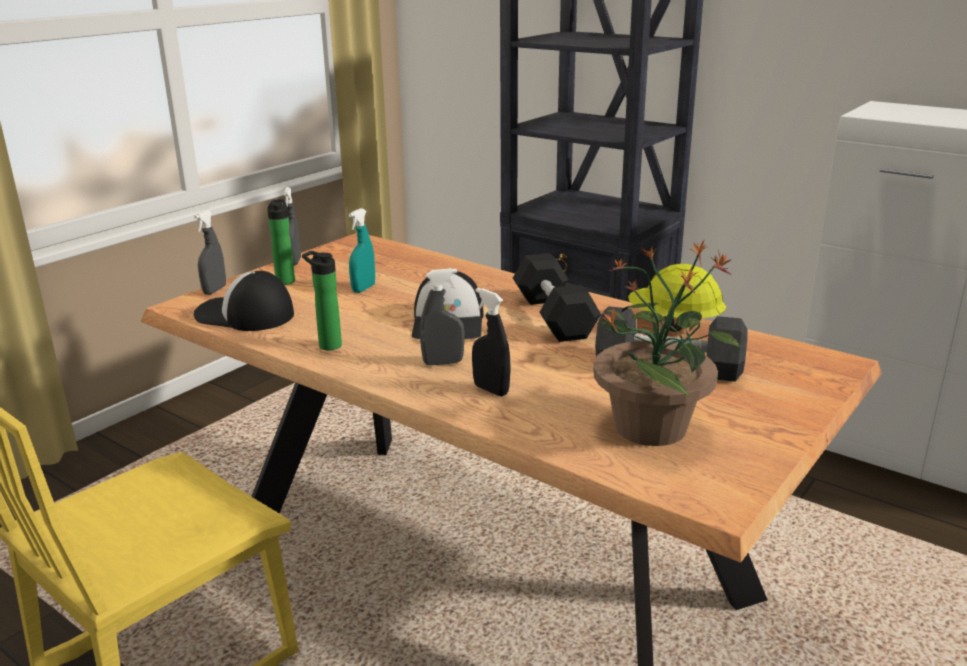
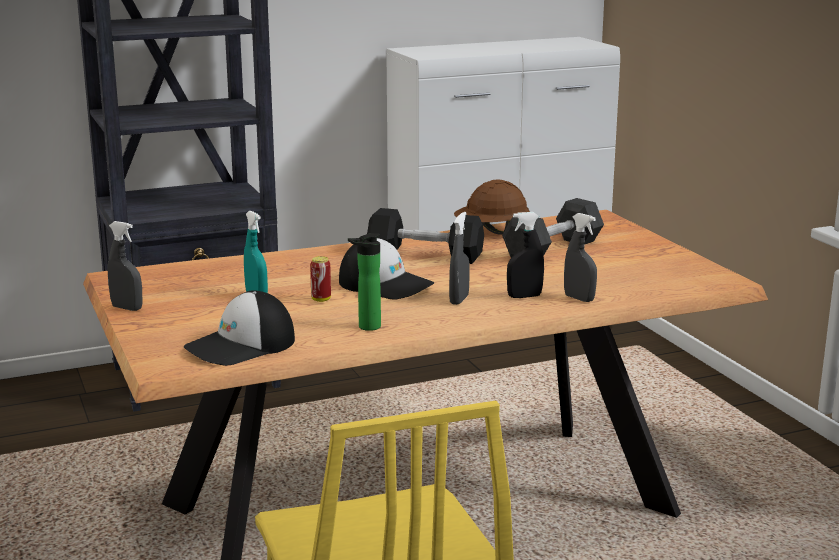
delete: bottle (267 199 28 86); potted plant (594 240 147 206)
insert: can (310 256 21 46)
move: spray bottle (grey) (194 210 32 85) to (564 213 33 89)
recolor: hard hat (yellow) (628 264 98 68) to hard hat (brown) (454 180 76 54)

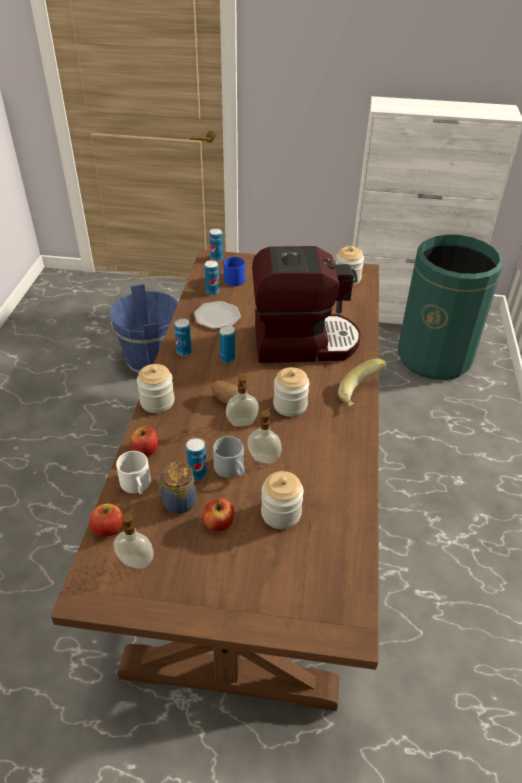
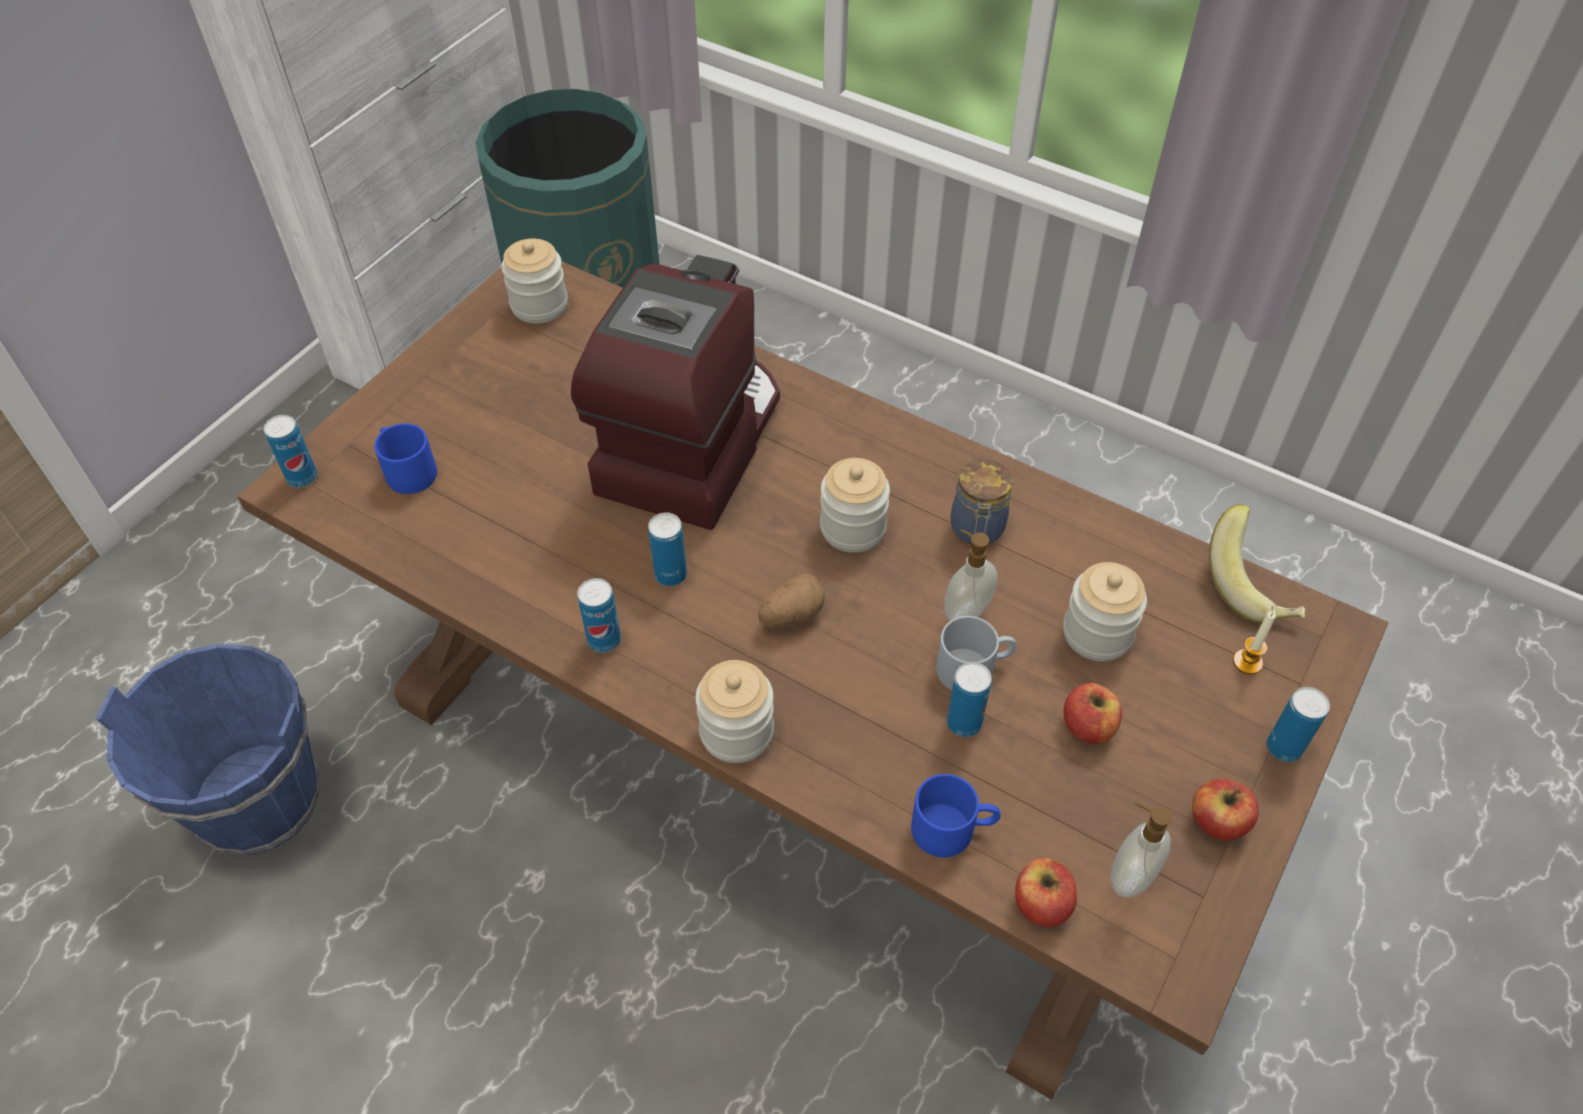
delete: plate (194 301 47 28); soap dispenser (226 375 33 52)
insert: candle (1233 611 43 63)
move: apple (130 426 29 30) to (1192 779 67 62); jar (156 461 40 53) to (950 459 63 85); can (205 260 14 35) to (1267 687 63 75); banana (338 358 48 49) to (1209 504 96 119)
recolor: mug (white) (116 451 35 43) to mug (blue) (911 774 90 84)

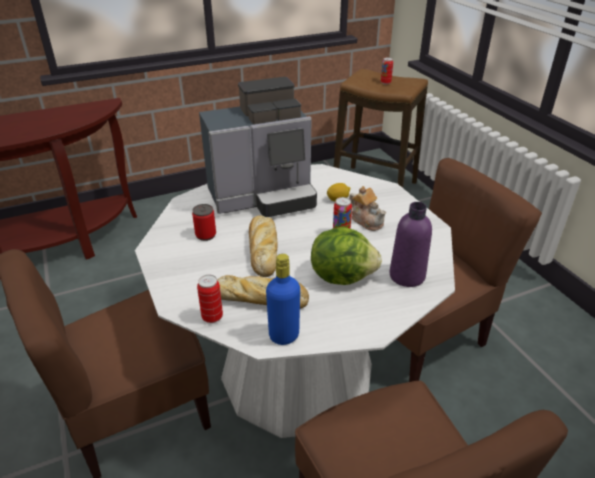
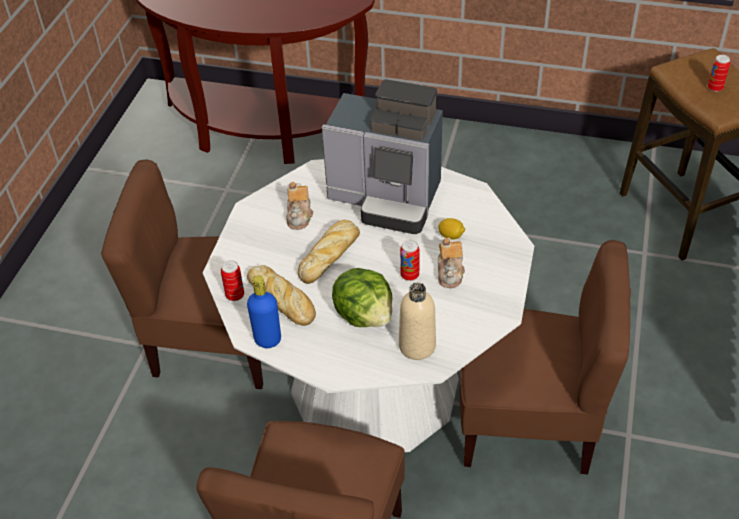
replace: can (192 204 24 37) to teapot (286 182 27 48)
recolor: bottle (purple) (389 202 43 85) to bottle (beige) (399 283 37 77)

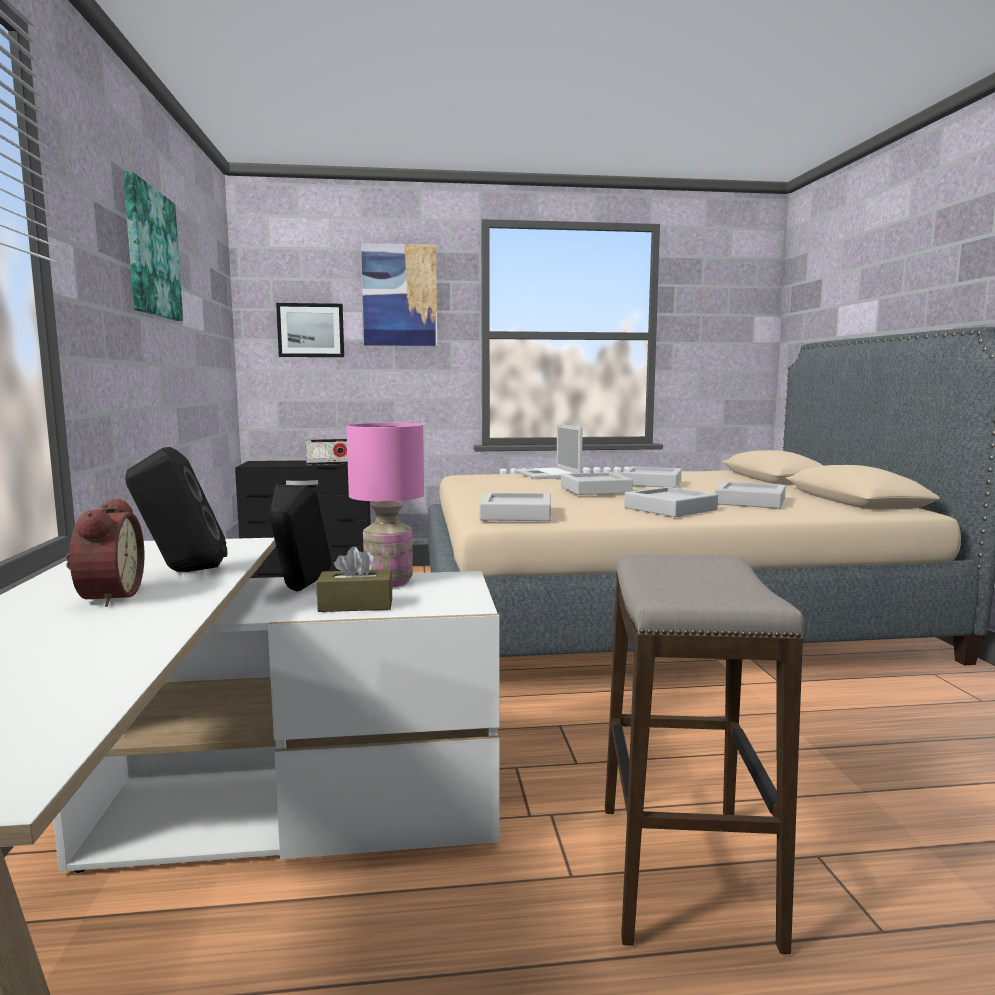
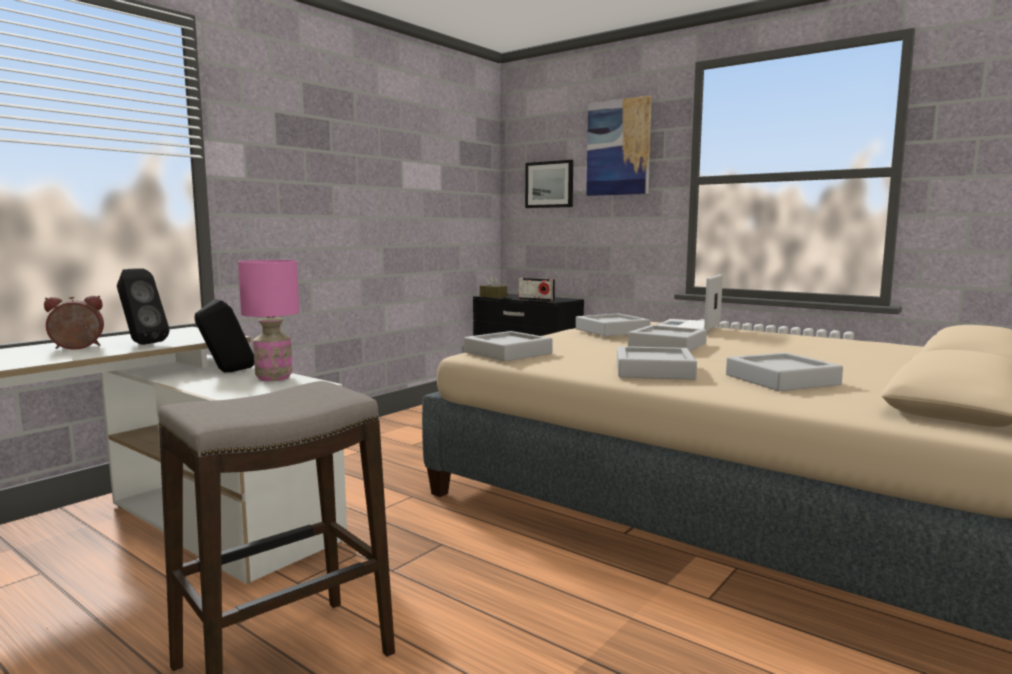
delete: picture (123 171 60 150)
move: tissue box (brown) (316 547 77 65) to (480 275 27 23); tray (grey) (622 466 60 22) to (576 313 75 23)
rotate: alarm clock (66 498 79 109) = (44 296 60 54) 150 degrees counterclockwise

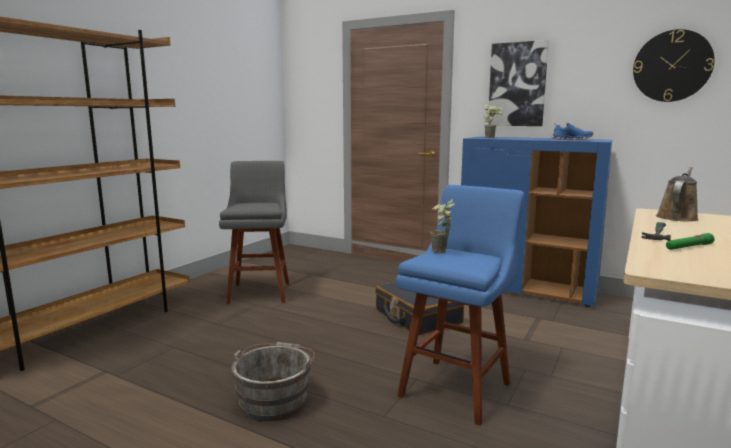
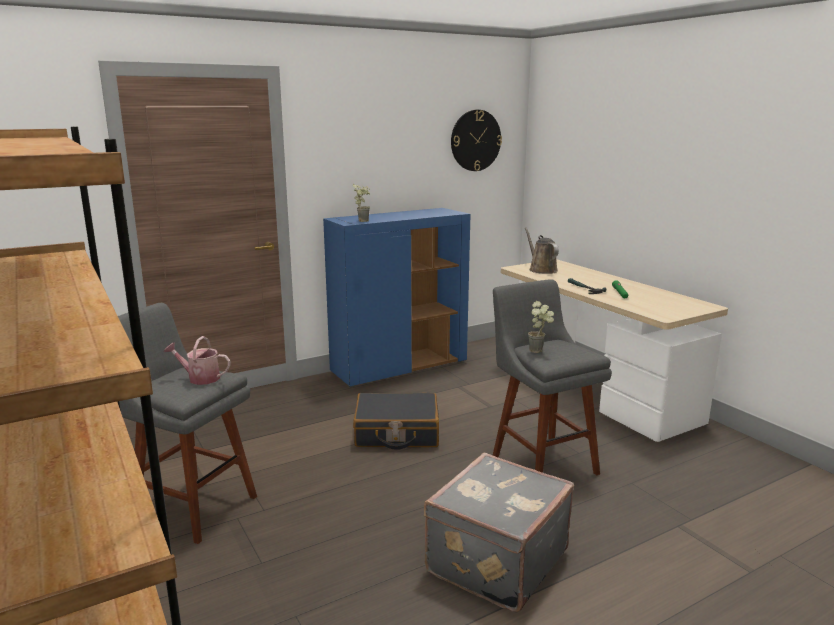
delete: picture (488 40 61 86); shoe (blue) (552 122 41 18)
insert: watering can (164 336 67 49)
replace: bucket (grey) (231 342 84 79) to suitcase (grey) (424 453 150 160)
recolor: stool (blue) (396 185 128 241) to stool (grey) (493 279 119 196)

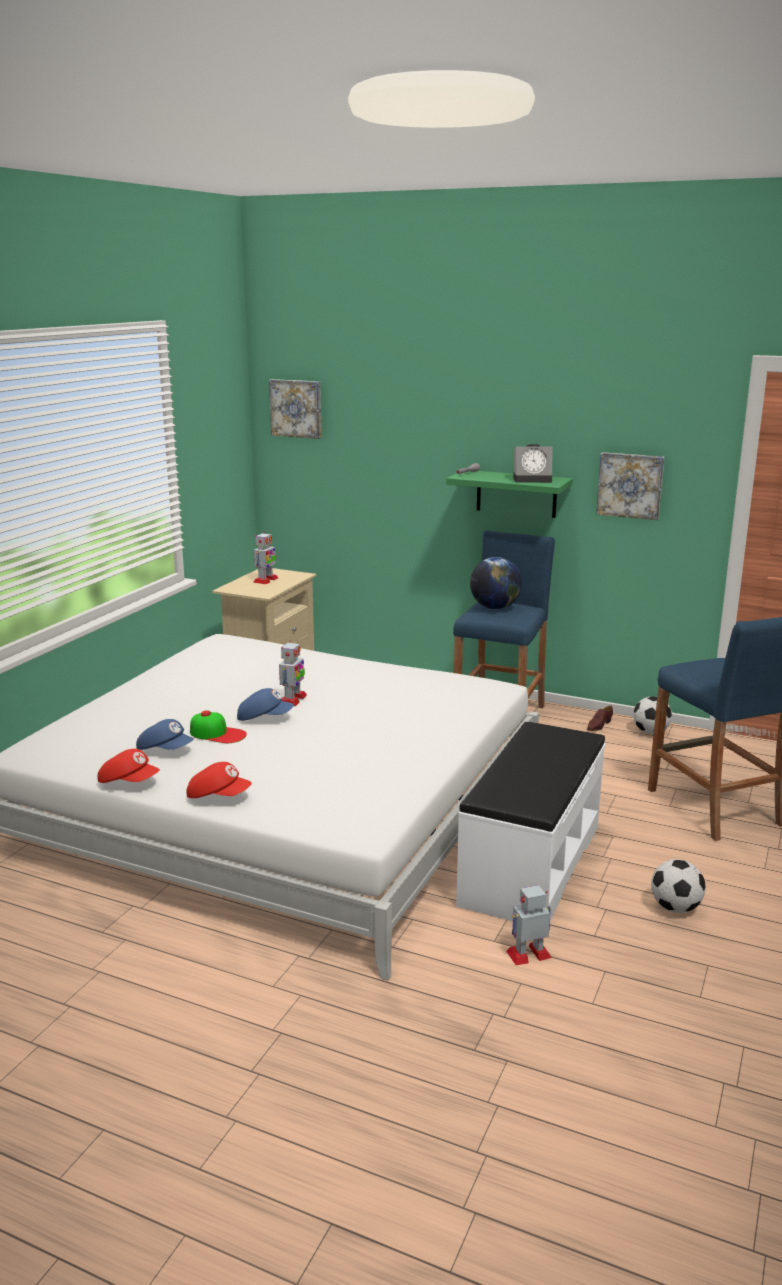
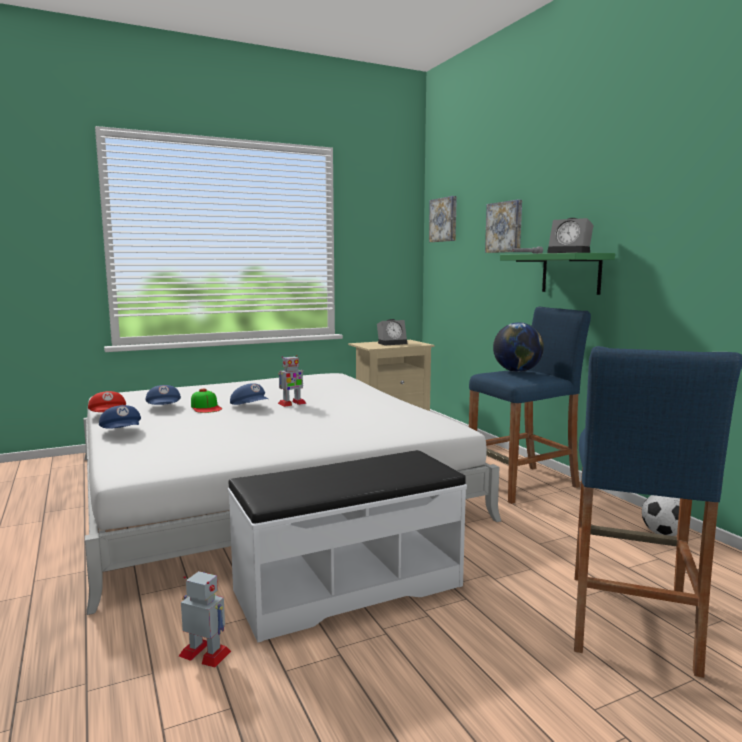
delete: shoe (brown) (587 706 26 25); football (651 859 55 54)
move: picture (596 452 68 68) to (485 199 37 54)
replace: toy robot (253 532 25 52) to alarm clock (377 319 30 26)
recolor: cap (red) (186 762 66 36) to cap (blue) (99 405 42 24)

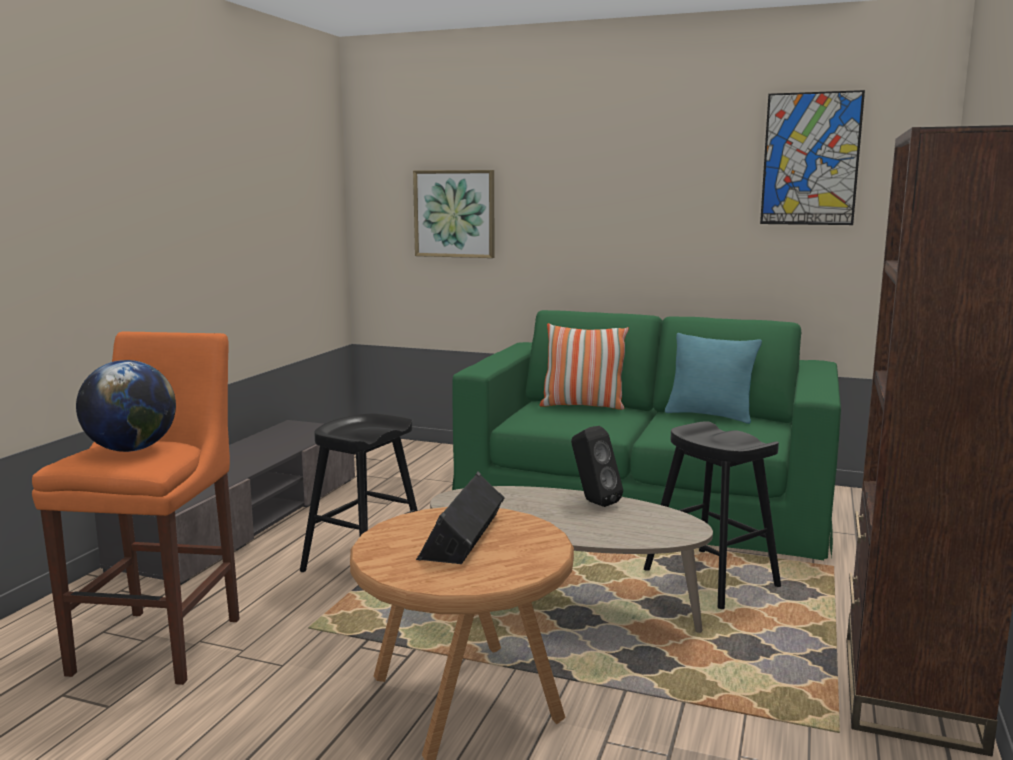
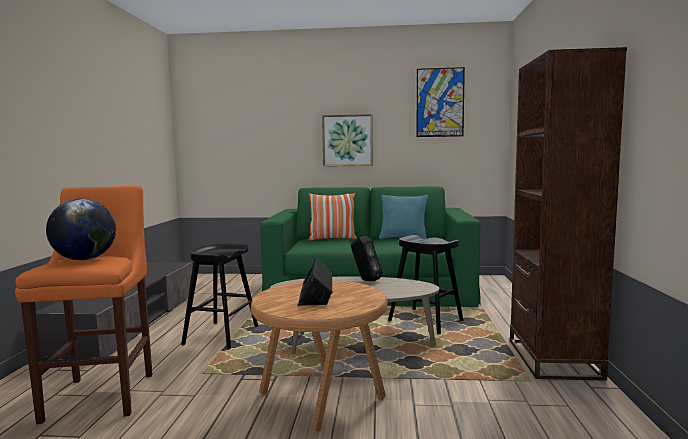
move: picture (413 170 81 88) to (322 114 51 52)

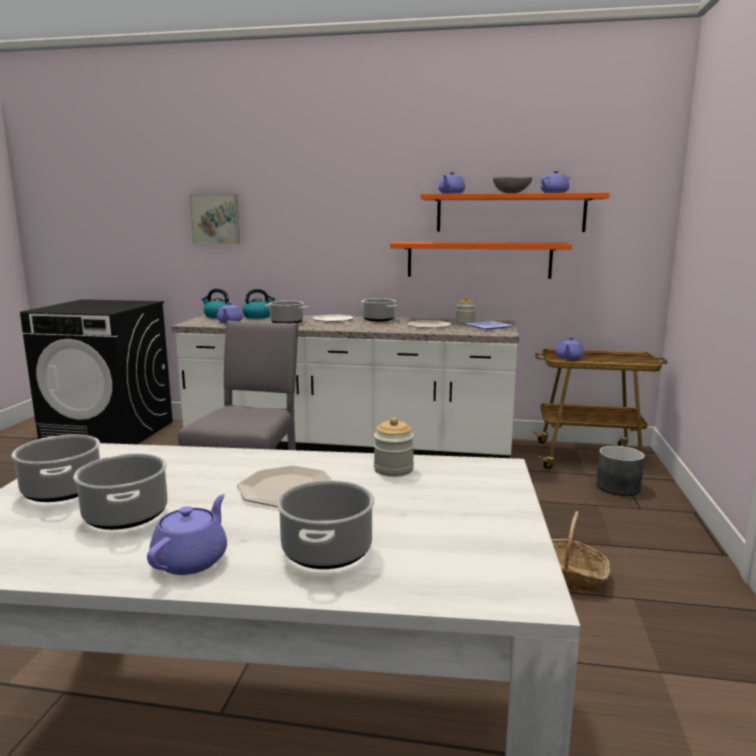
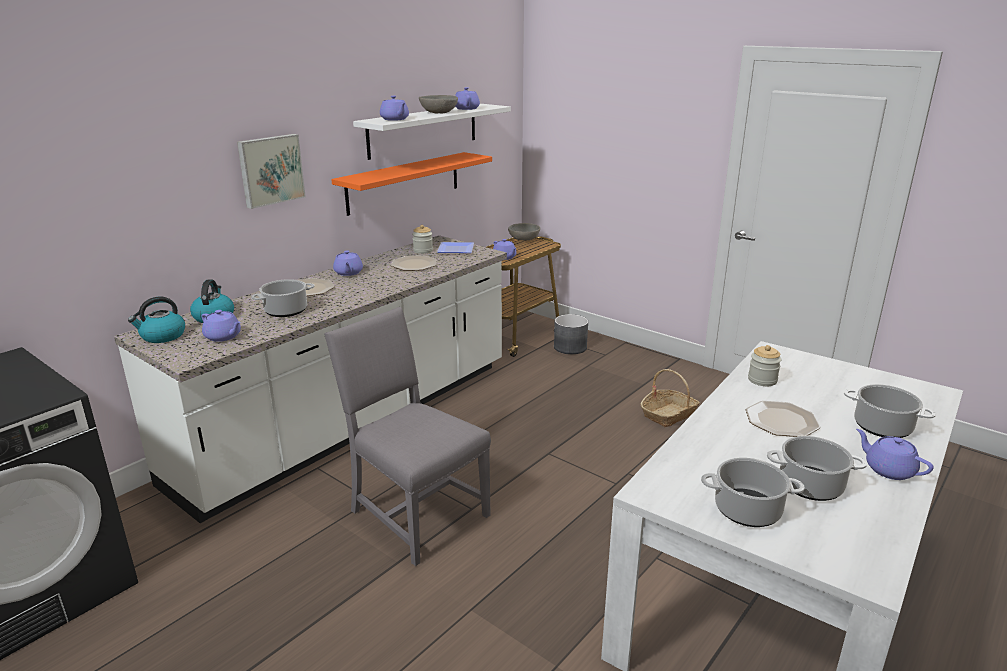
insert: bowl (grey) (508 223 32 18)
move: picture (189 194 51 50) to (237 134 69 75)
replace: cooking pot (361 298 36 24) to teapot (purple) (333 251 30 25)
recolor: shelf (orange) (421 193 189 39) to shelf (white) (353 104 158 56)

